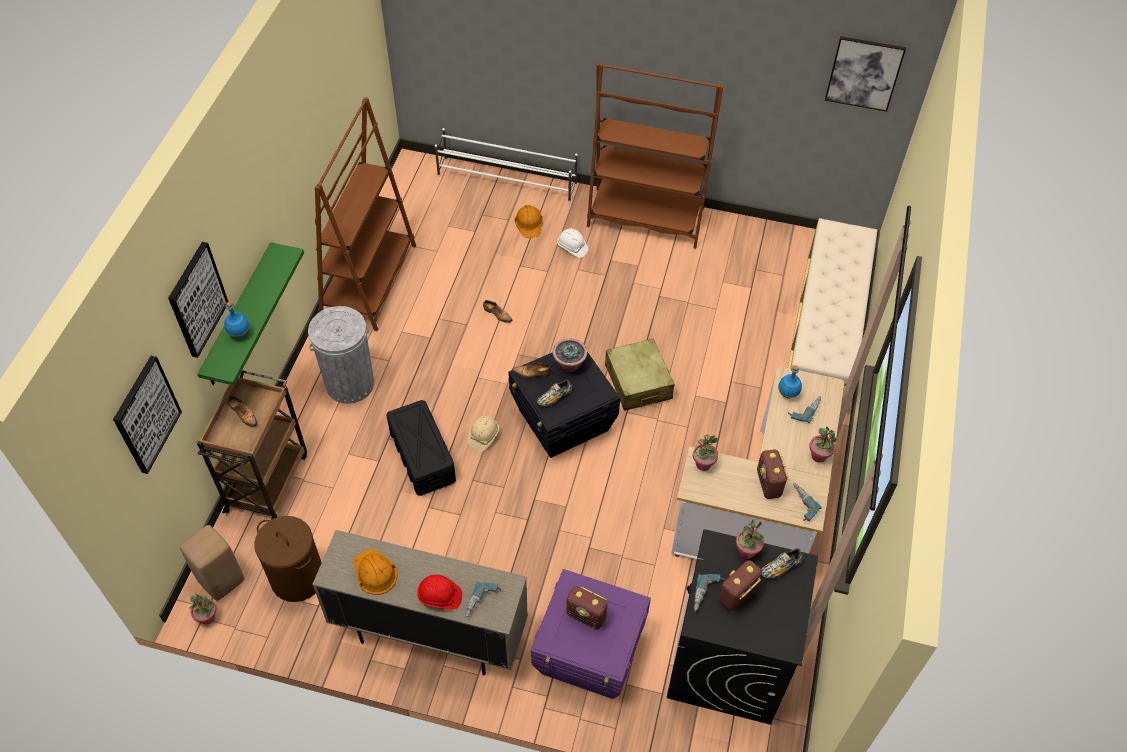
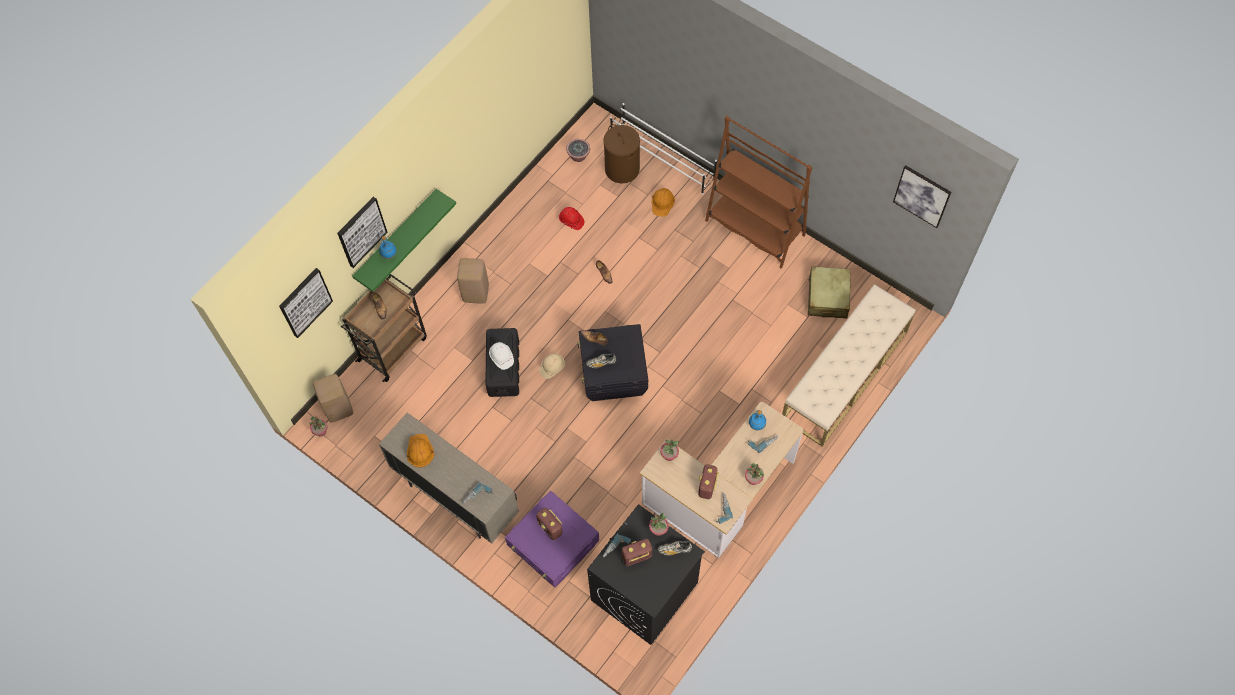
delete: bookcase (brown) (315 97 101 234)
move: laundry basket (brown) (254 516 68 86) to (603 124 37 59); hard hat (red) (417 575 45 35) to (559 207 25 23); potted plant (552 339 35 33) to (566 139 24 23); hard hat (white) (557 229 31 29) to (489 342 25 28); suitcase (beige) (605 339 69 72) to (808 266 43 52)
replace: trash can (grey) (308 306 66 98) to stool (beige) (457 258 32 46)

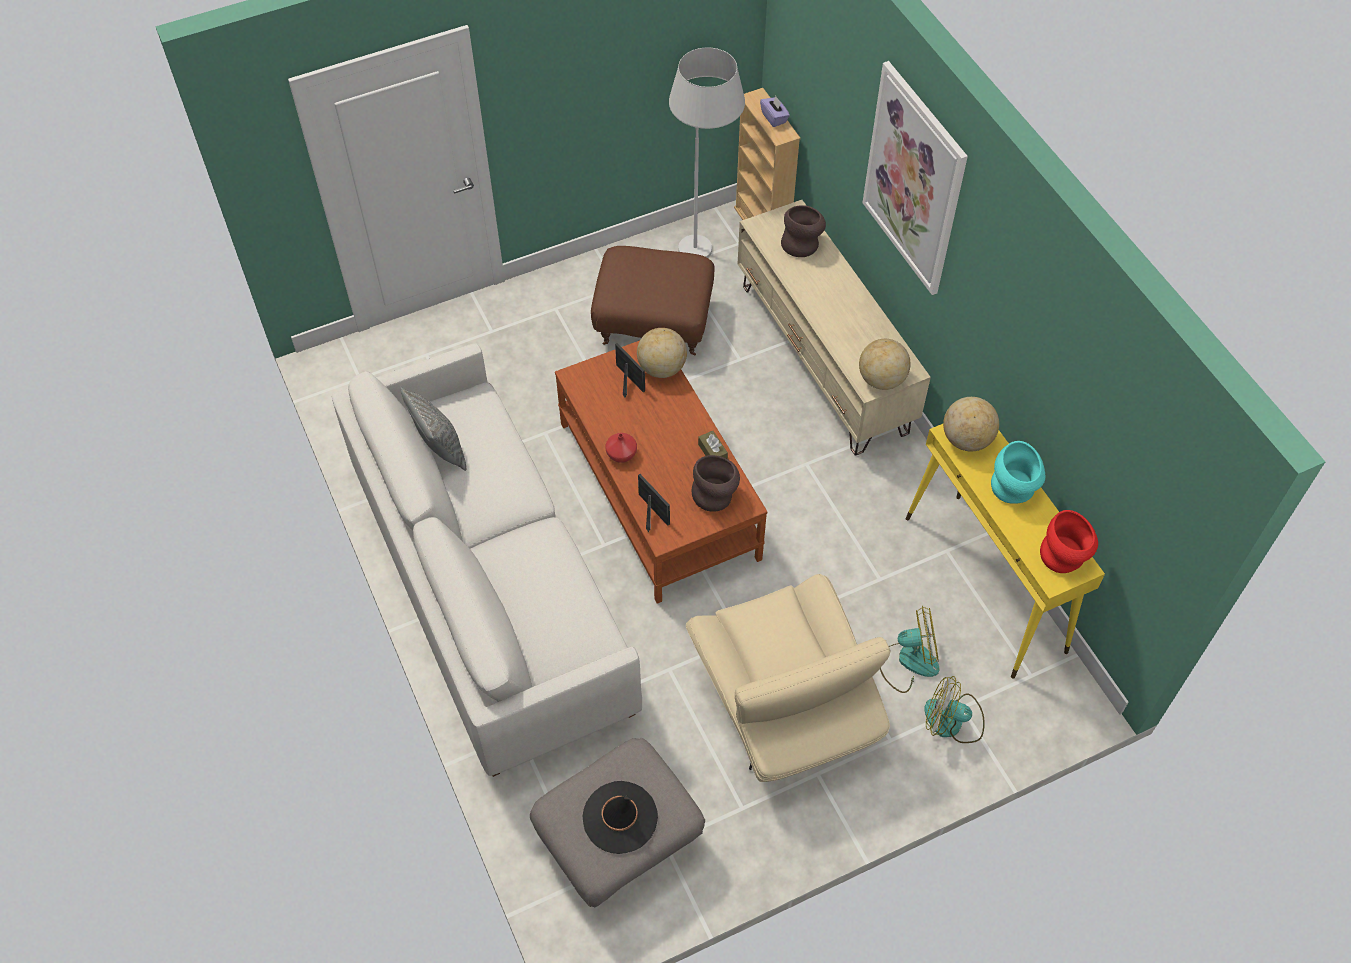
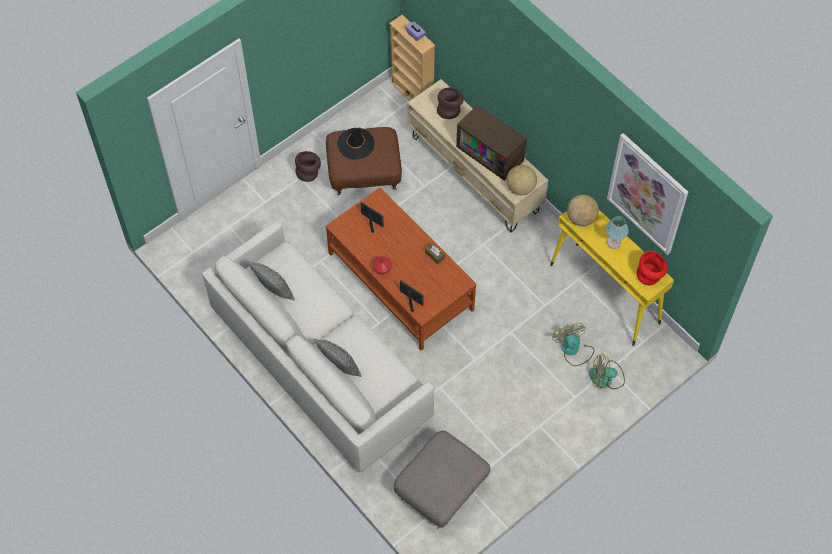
delete: globe (637 328 50 50); floor lamp (white) (669 47 76 211); armchair (beige) (686 574 205 208)
insert: pillow (grey) (314 339 47 38); television (456 104 71 77)
move: hat (black) (583 781 75 73) to (337 128 37 32); vase (brown) (692 455 48 57) to (295 151 26 31); picture (862 61 106 234) to (607 133 81 122)
replace: vase (turquoise) (991 441 54 63) to table lamp (605 216 24 33)
rotate: fan (880 606 60 87) = (552 323 42 43) 90 degrees counterclockwise

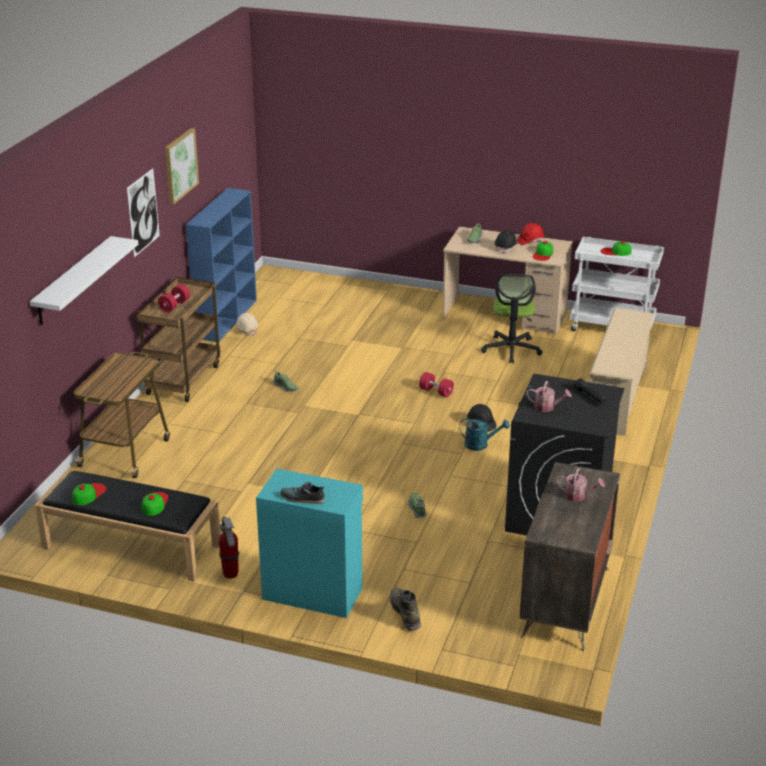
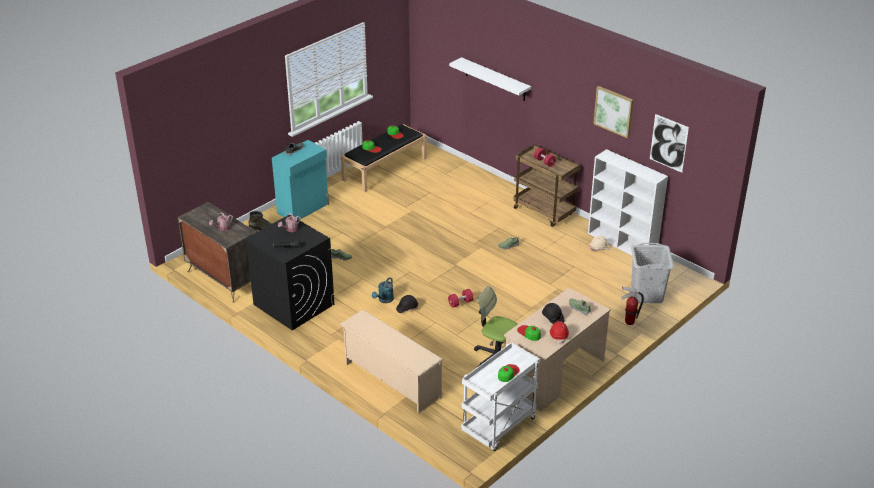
delete: cart (74 352 96 126)
insert: laundry basket (grey) (631 243 43 60)
move: picture (127 168 33 89) to (650 114 39 59); fire extinguisher (219 517 20 62) to (622 287 22 38)
recolor: bookcase (blue) (186 188 71 154) to bookcase (white) (588 149 80 111)

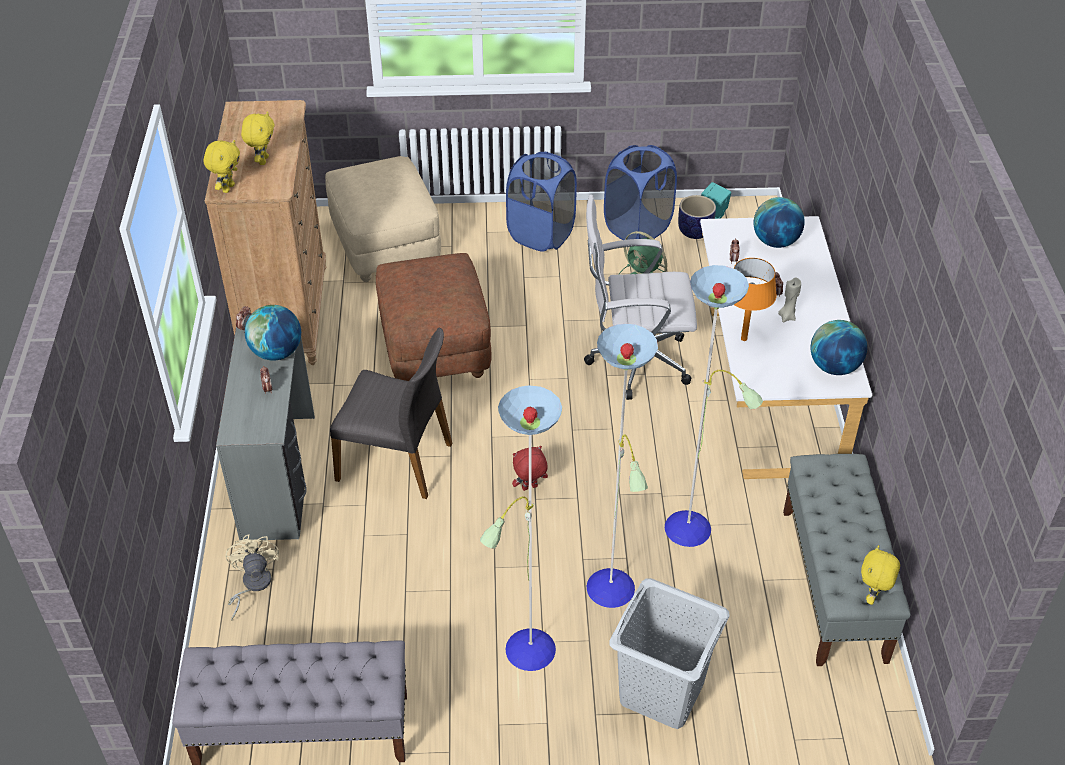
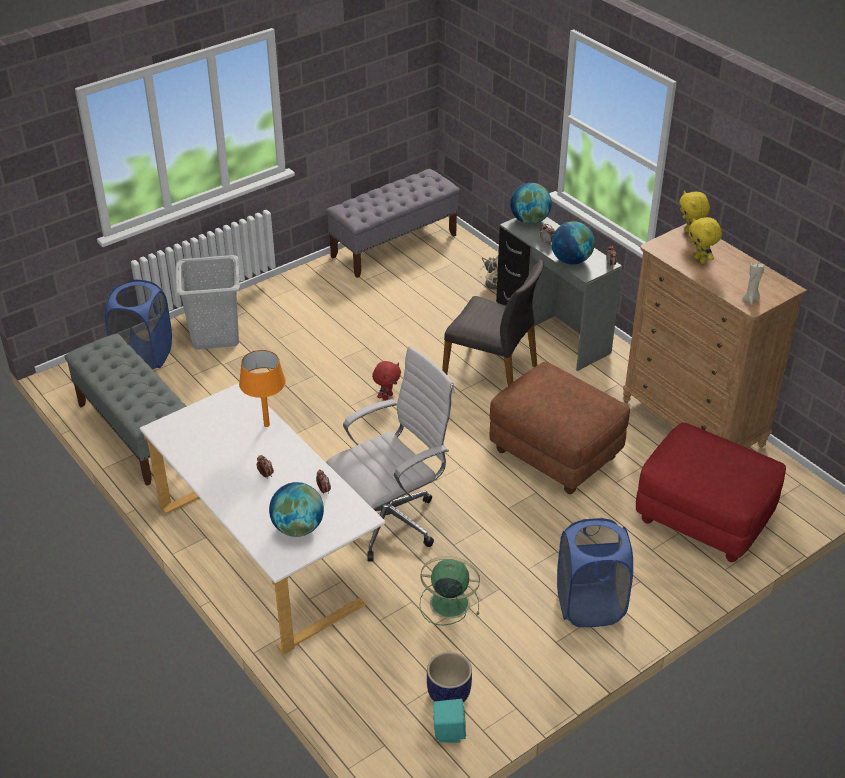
delete: floor lamp (480 265 283 406); plush toy (yellow) (861 545 39 60)
move: laundry basket (blue) (604 145 73 95) to (105 280 67 90); candle (beige) (778 278 23 44) to (743 263 21 42); globe (811 320 56 55) to (510 183 42 41)
recolor: ottoman (beige) (325 156 116 126) to ottoman (red) (636 422 150 140)
rotate: chair (grey) (330 328 122 171) = (442 260 102 126) 135 degrees counterclockwise

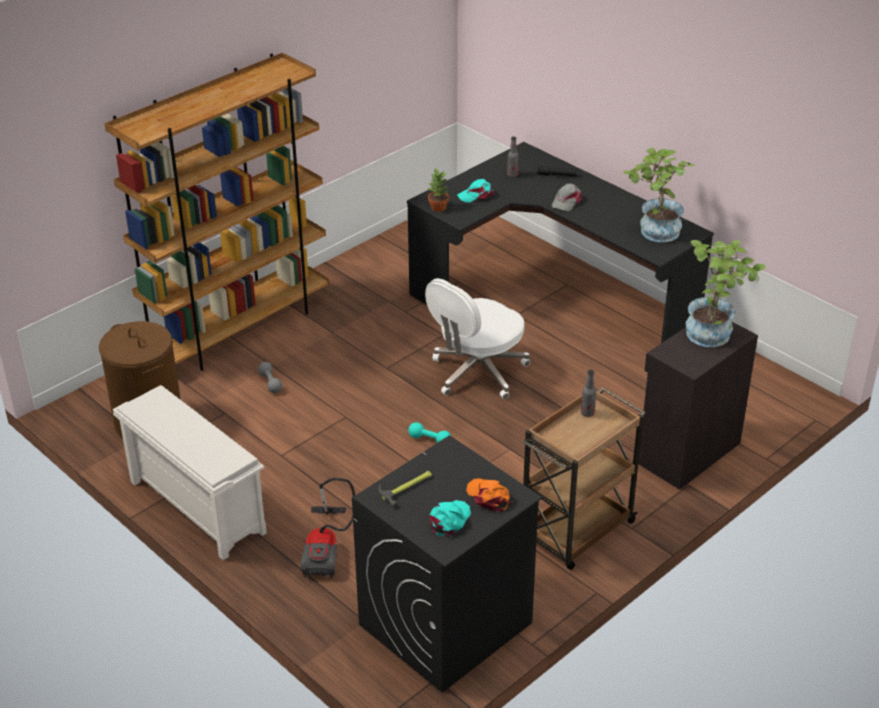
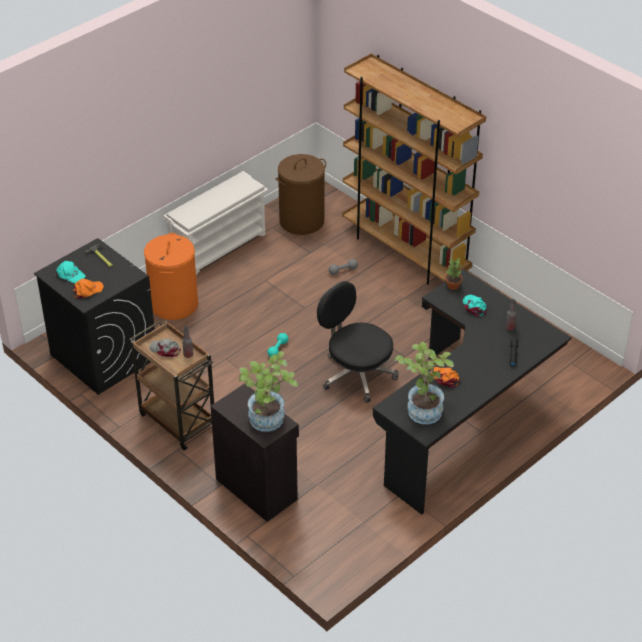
insert: cap (orange) (430 367 31 21)
move: cap (grey) (552 184 29 27) to (149 338 32 19)
replace: vacuum cleaner (300 477 55 101) to laundry basket (orange) (144 233 54 87)
recolor: office chair (white) (425 278 105 121) to office chair (black) (317 281 82 122)

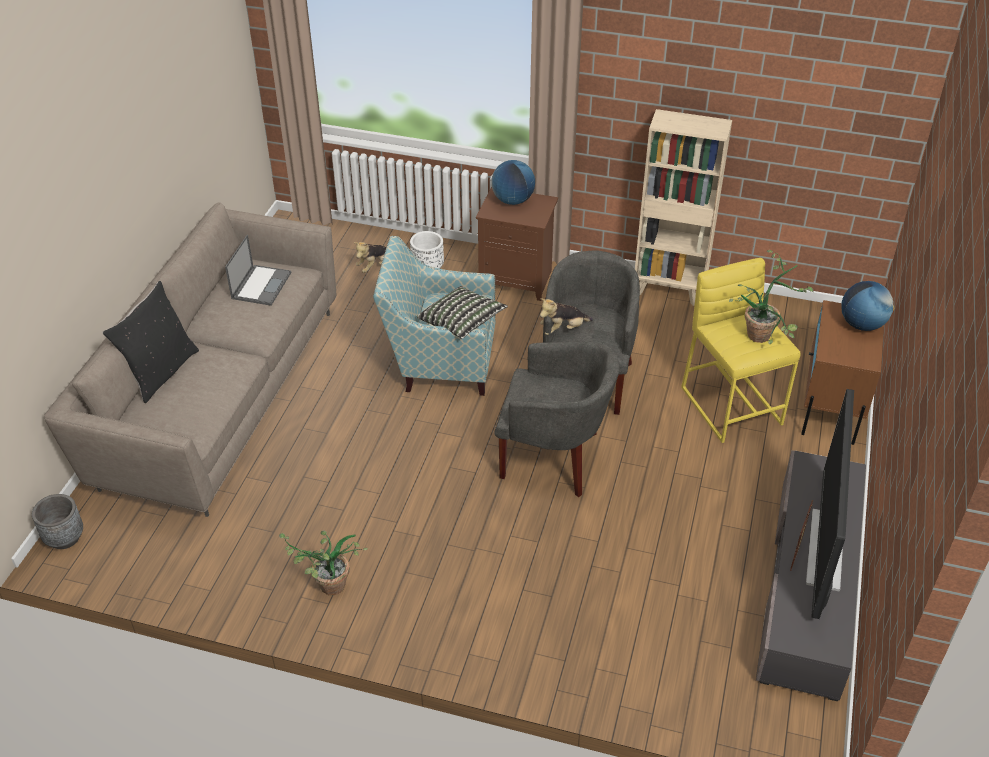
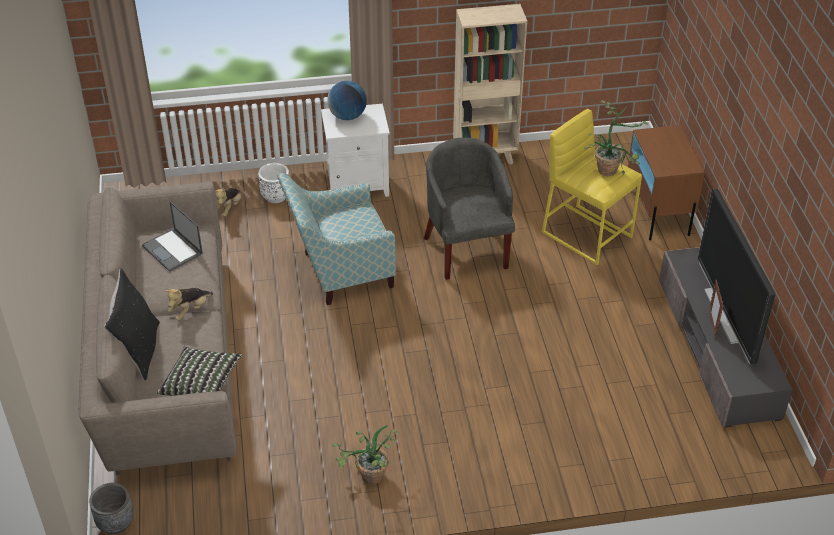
delete: armchair (grey) (495 342 124 155); globe (841 281 54 50)
move: pillow (417 286 91 53) to (157 347 85 49); plush toy (540 298 53 37) to (165 288 48 33)
recolor: nightstand (brown) (476 187 82 114) to nightstand (white) (321 104 69 93)
rotate: laptop (225 235 66 71) = (142 201 61 71) 150 degrees clockwise

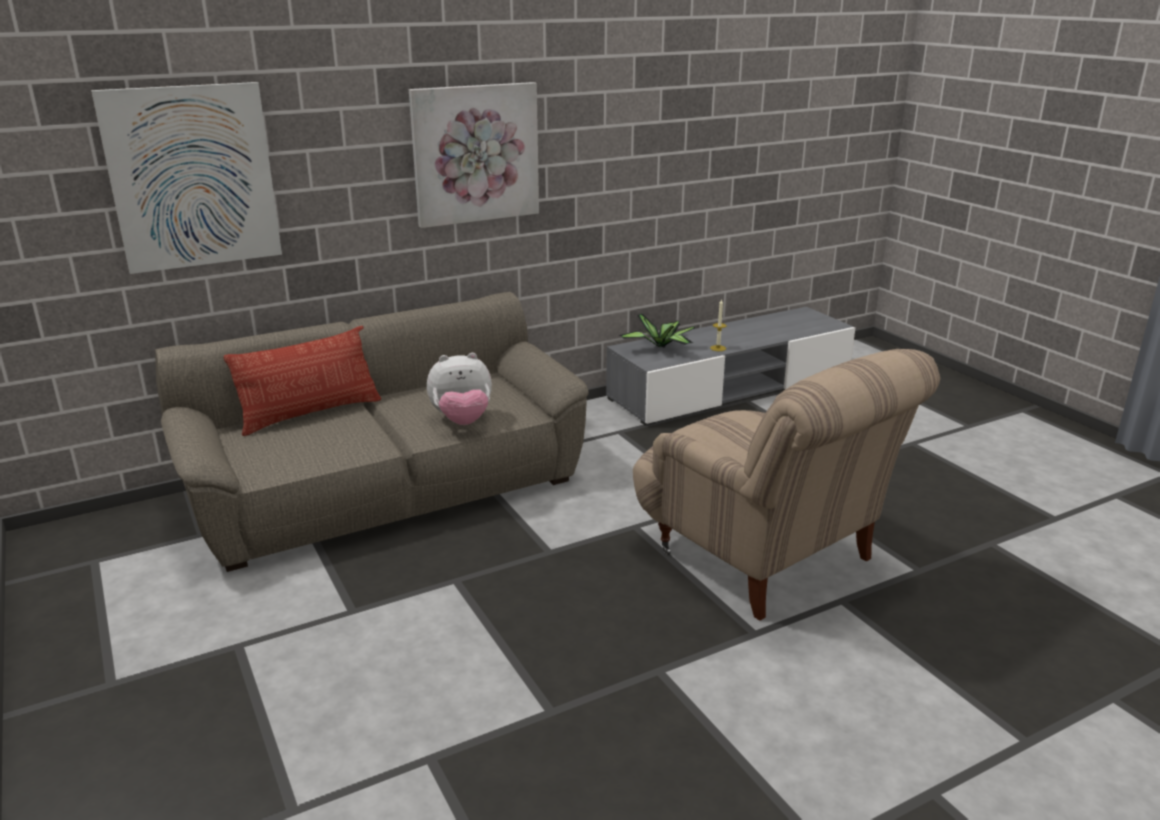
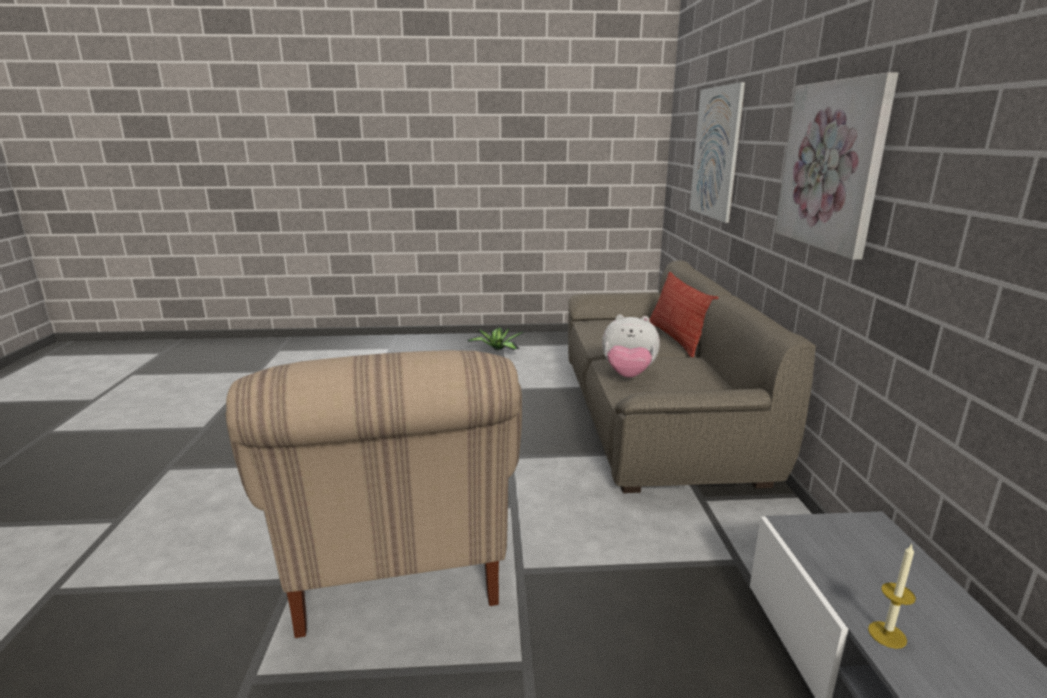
move: potted plant (619 314 76 35) to (468 328 56 23)
rotate: plush toy (427 353 65 72) = (602 315 58 63) 90 degrees counterclockwise; armchair (beige) (633 349 307 272) = (225 350 297 288) 90 degrees counterclockwise

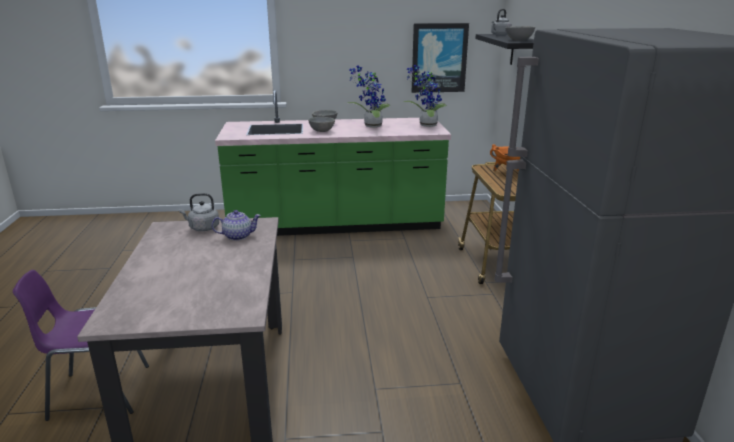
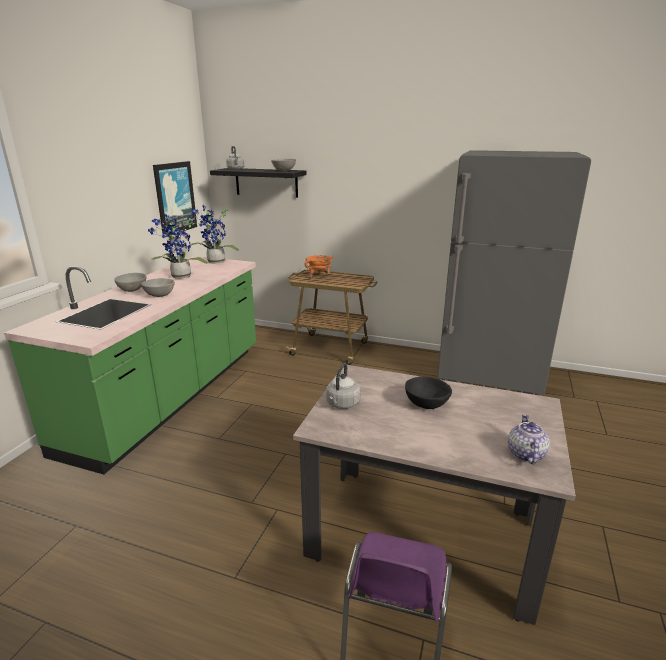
insert: bowl (black) (405 377 47 32)
move: teapot (211 210 50 31) to (508 414 42 50)

